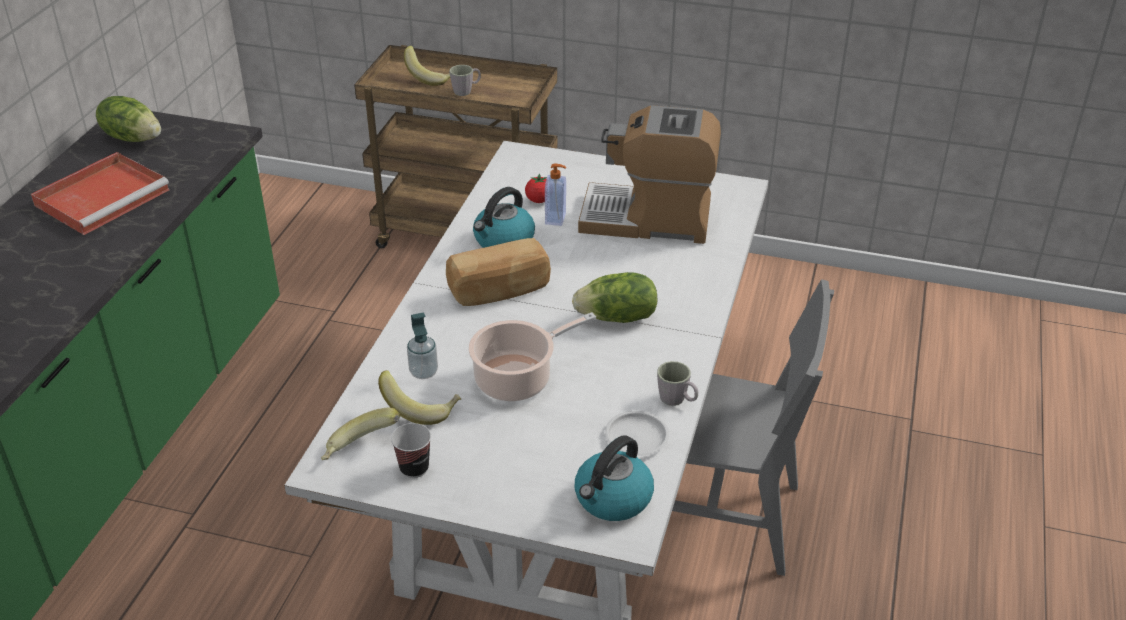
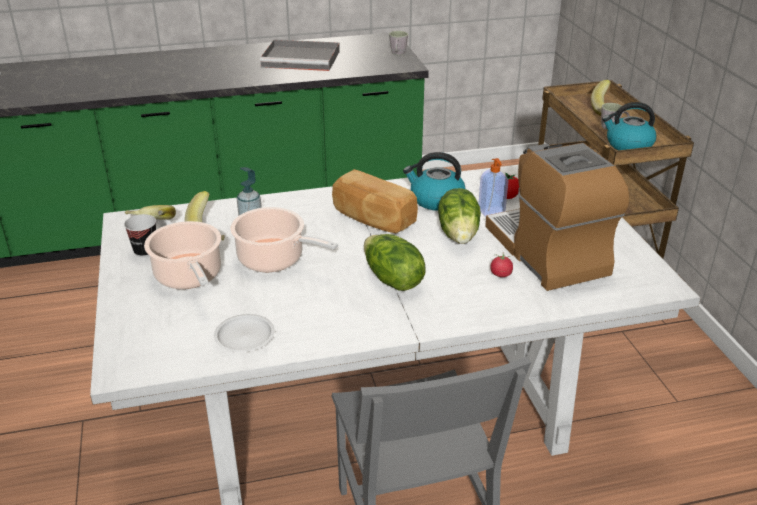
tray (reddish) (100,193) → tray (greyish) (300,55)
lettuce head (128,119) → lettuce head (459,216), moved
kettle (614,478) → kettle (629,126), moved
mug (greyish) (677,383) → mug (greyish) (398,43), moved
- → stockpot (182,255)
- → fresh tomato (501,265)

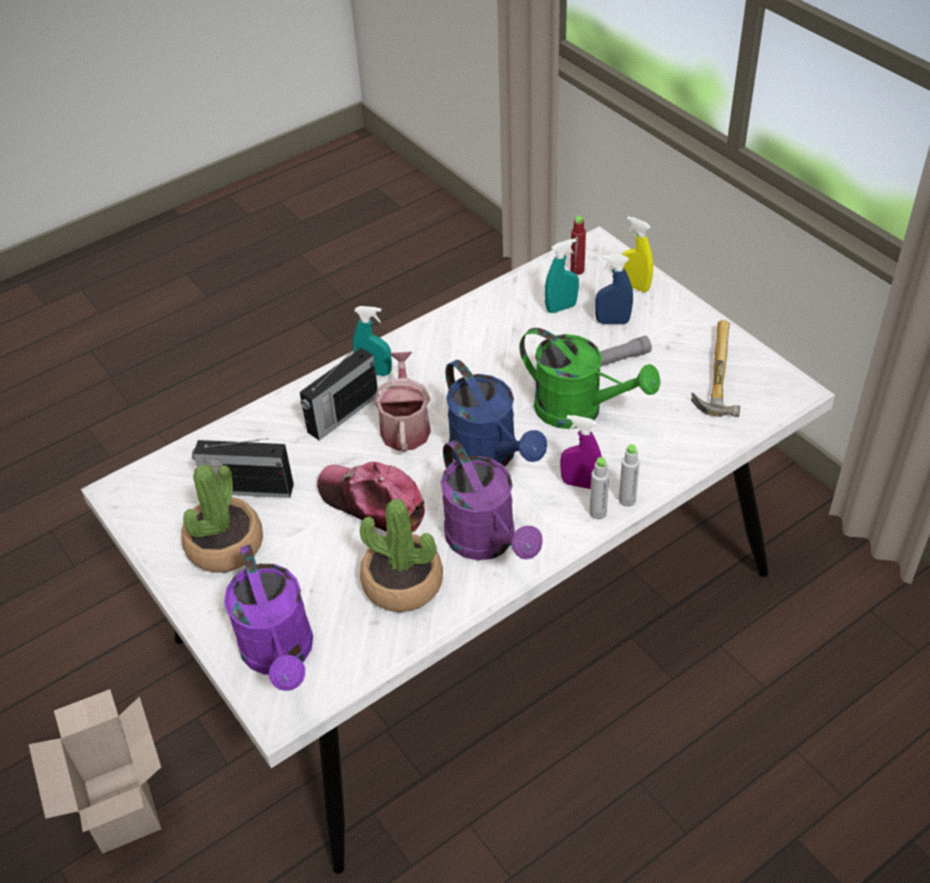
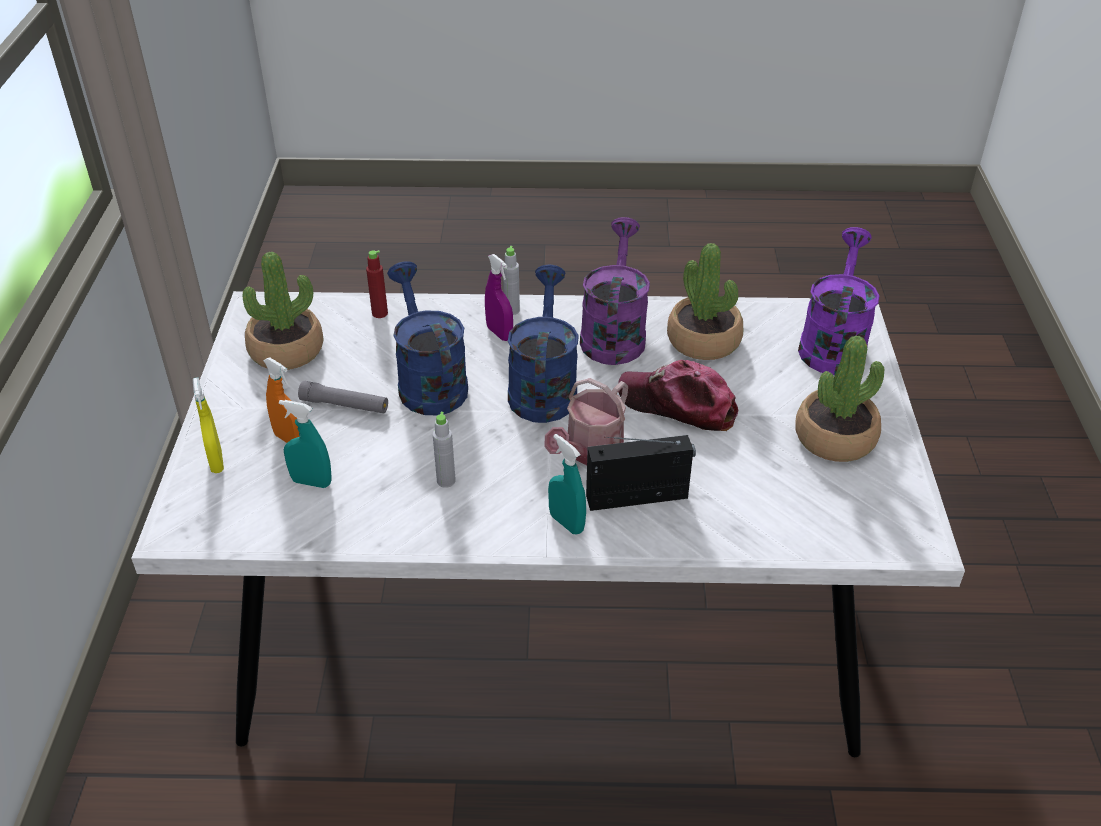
carton (95,771) → -
radio receiver (243,468) → -
cap (371,497) → cap (678,395), 135 degrees clockwise
watering pot (green) (590,378) → watering pot (blue) (427,338)
bottle (reddish) (578,245) → bottle (reddish) (377,284), moved
hand sprayer (blue) (614,289) → hand sprayer (orange-coloured) (281,400)
bottle (greyish) (629,475) → bottle (greyish) (444,450), moved
tool hammer (715,368) → potted plant (283,311)

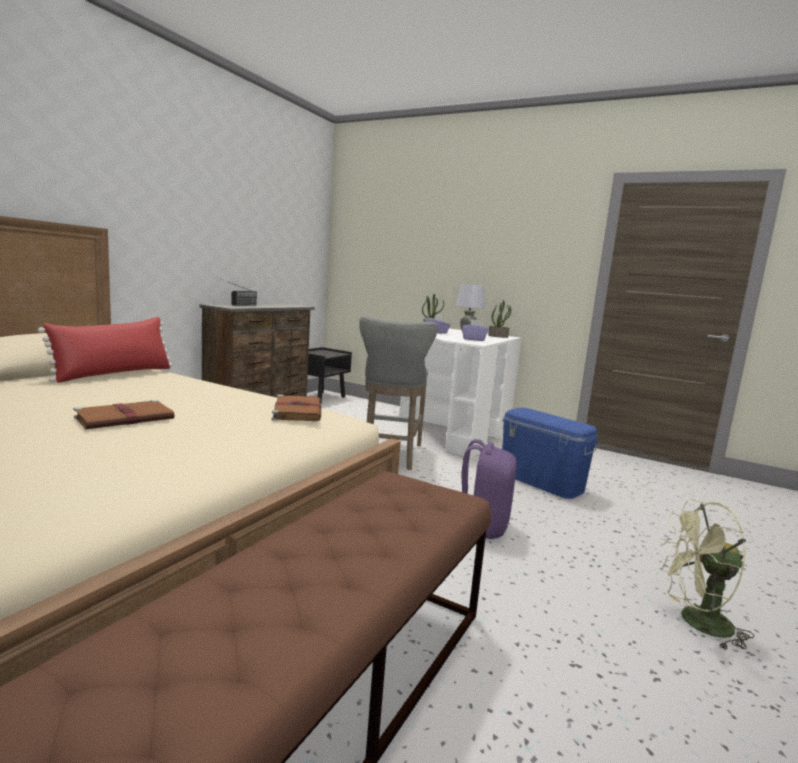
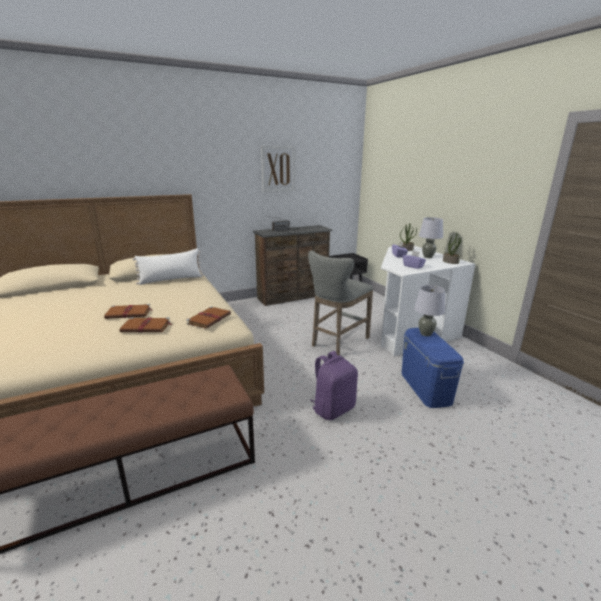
throw pillow (reddish) (105,350) → throw pillow (whitish) (168,266)
fan (green) (706,574) → -
- → volume (brownish) (145,325)
- → wall art (278,169)
- → table lamp (greyish) (429,310)

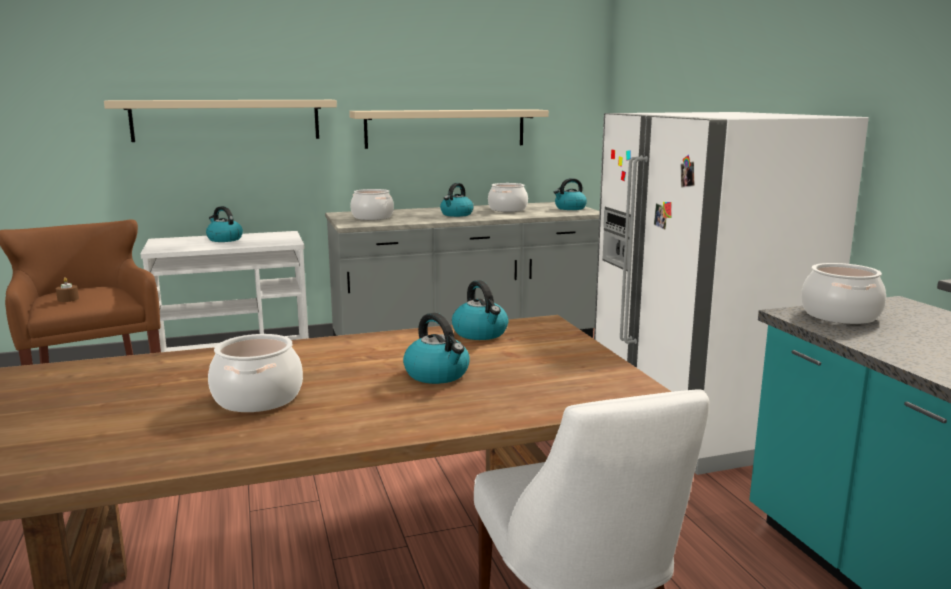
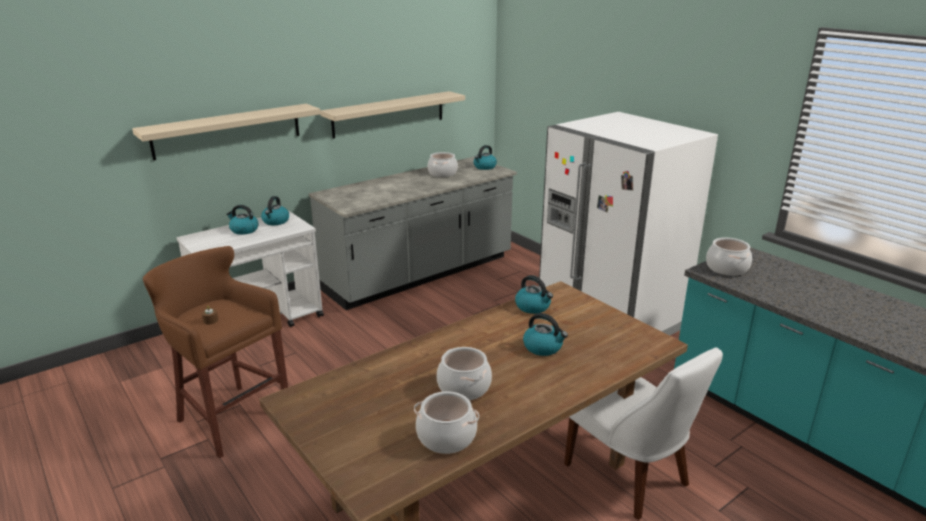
stockpot (372,204) → stockpot (446,422), moved
kettle (457,200) → kettle (275,210), moved

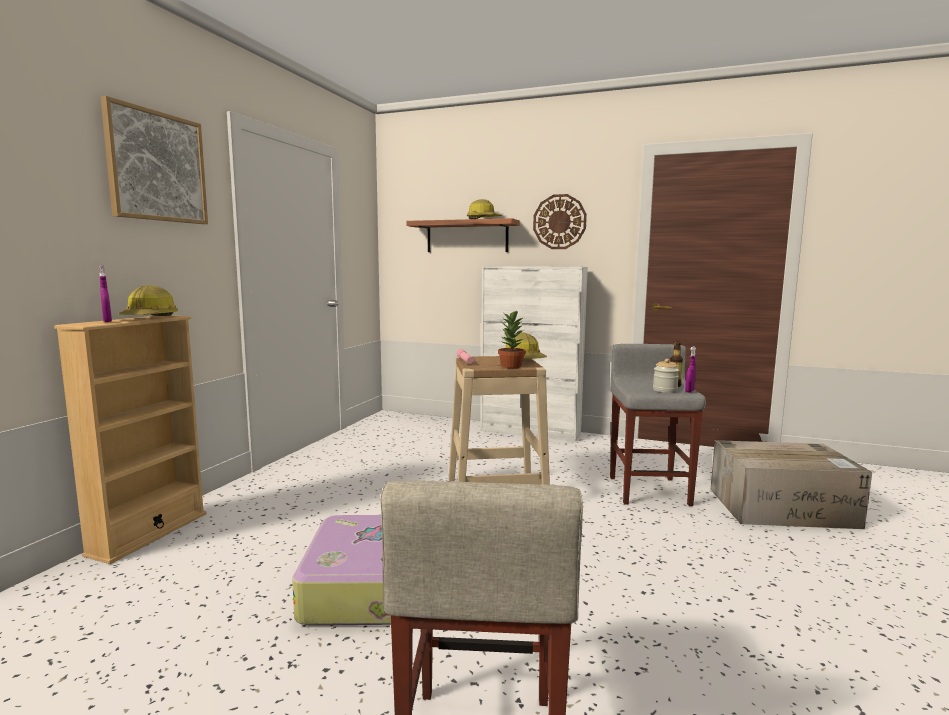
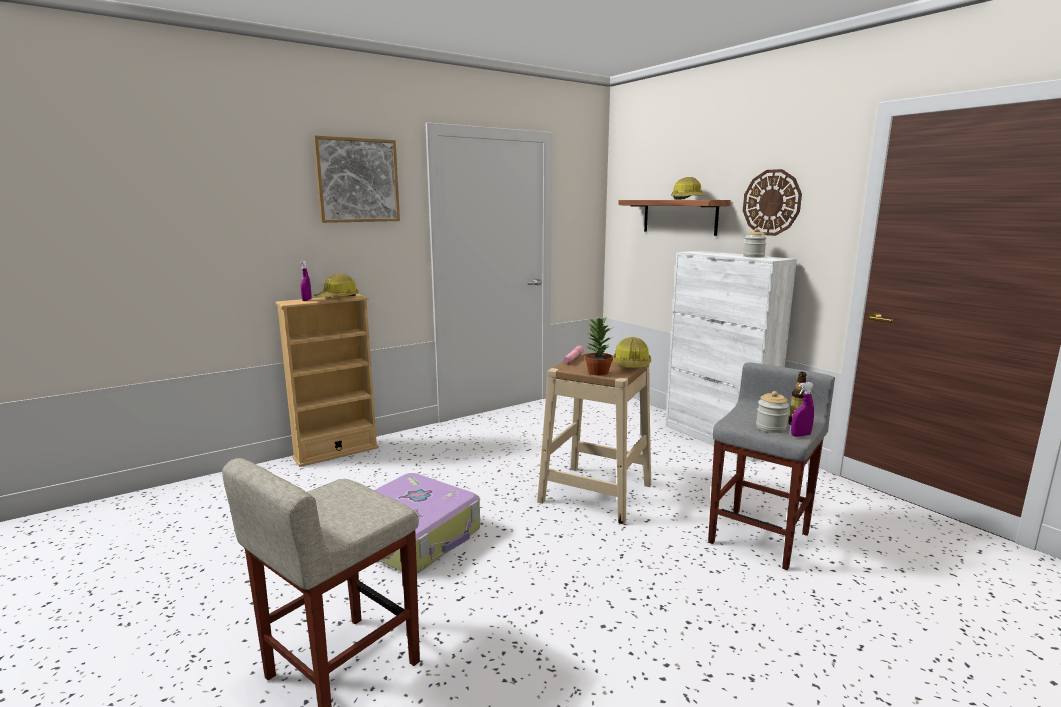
carton (791,484) → -
- → jar (755,243)

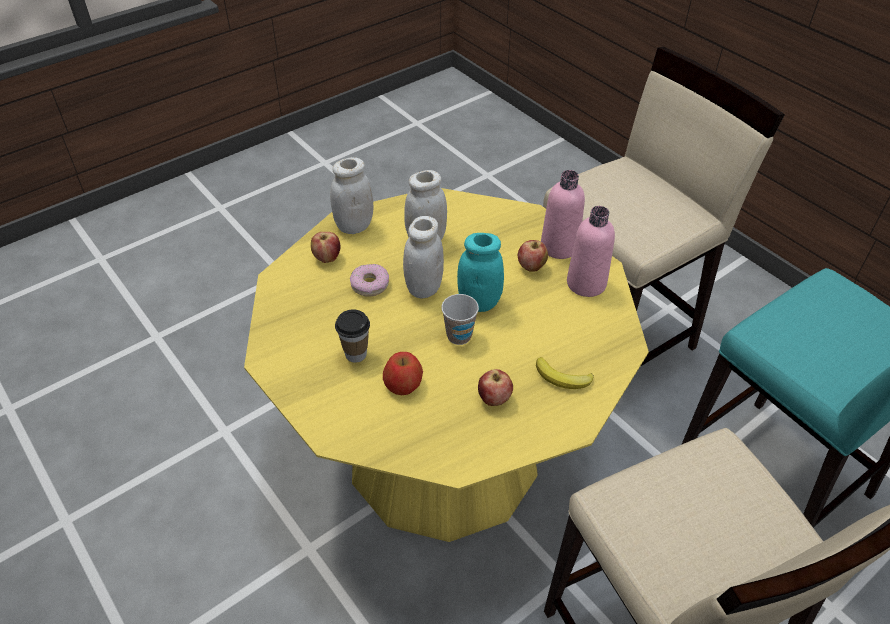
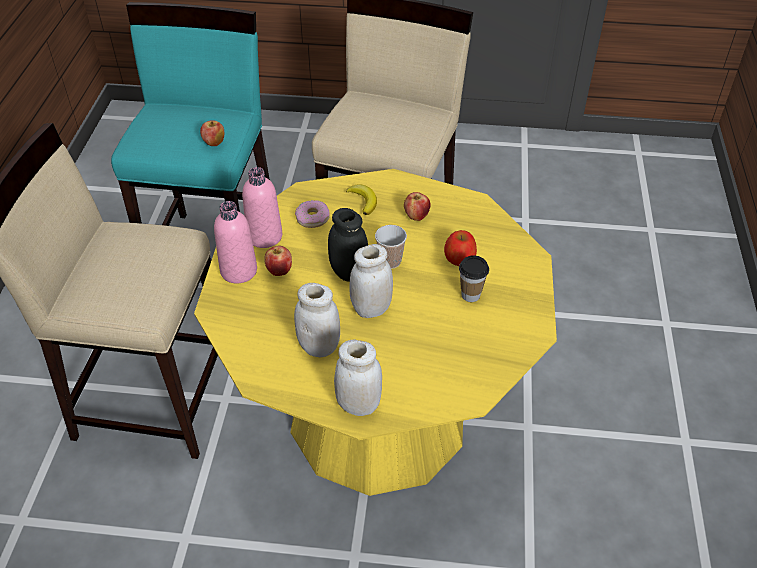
apple (326,247) → apple (212,133), moved
donut (369,280) → donut (312,214), moved
jar (turquoise-coloured) (480,272) → jar (black) (348,245)

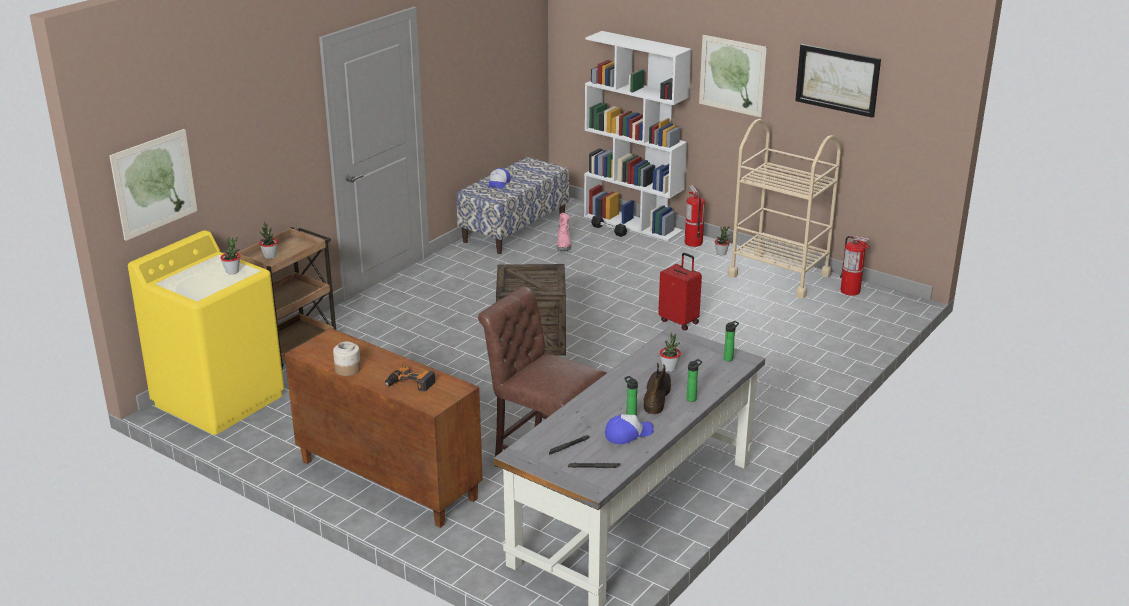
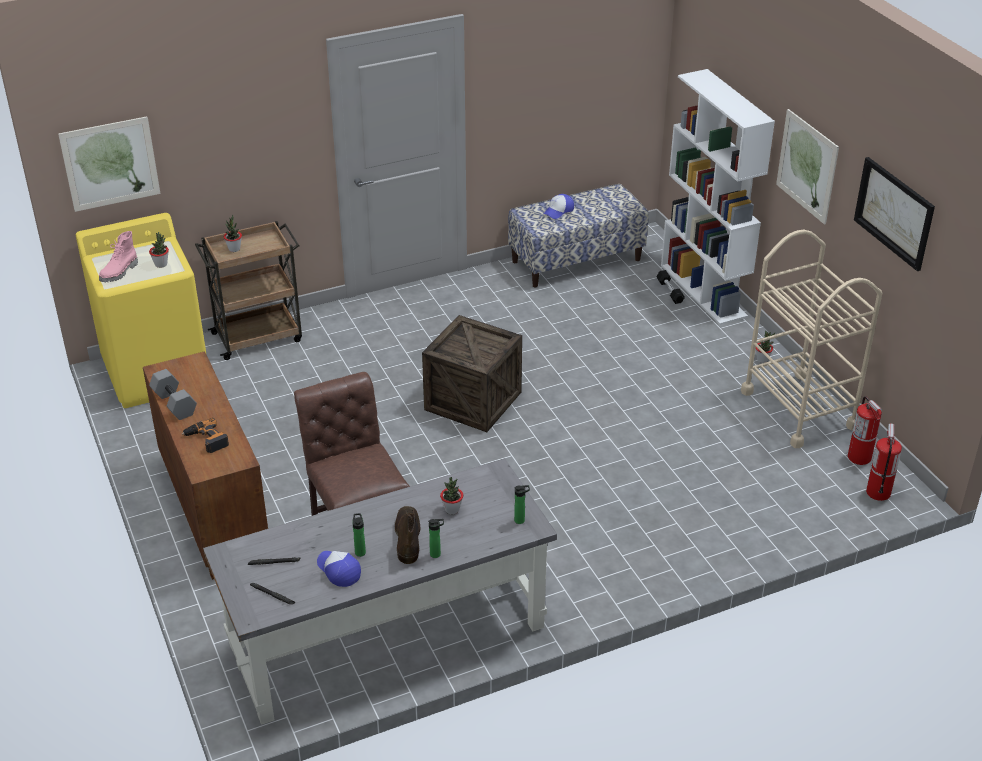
jar (347,359) → free weight (greyish) (173,394)
tall boot (pinkish) (564,232) → tall boot (pinkish) (118,256), moved
cap (629,429) → cap (339,569), 135 degrees counterclockwise
tall boot (brownish) (657,388) → tall boot (brownish) (407,535), 45 degrees counterclockwise
suitcase (reddish) (680,292) → -
extinguisher (695,216) → extinguisher (884,462), moved

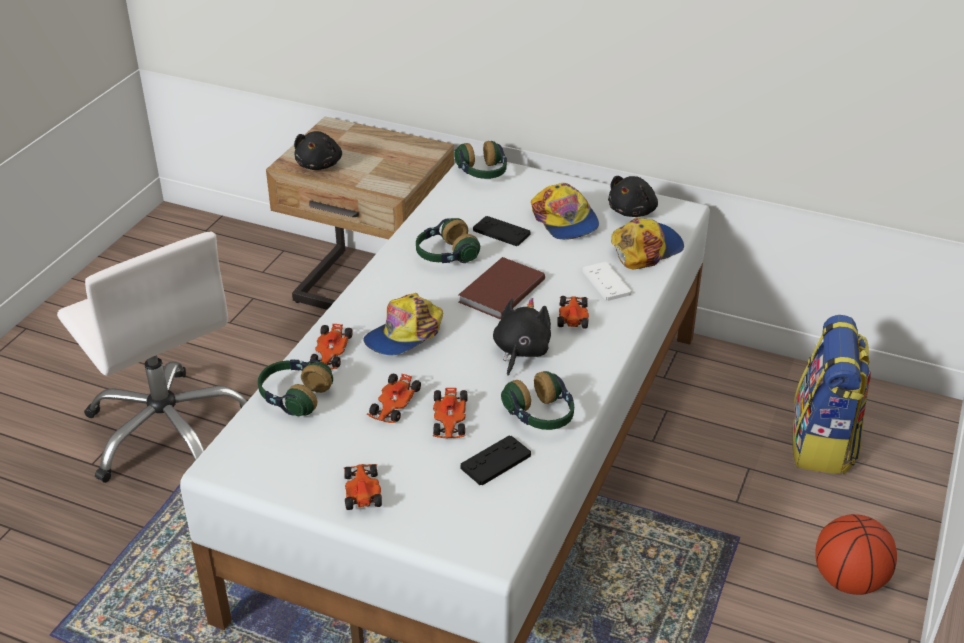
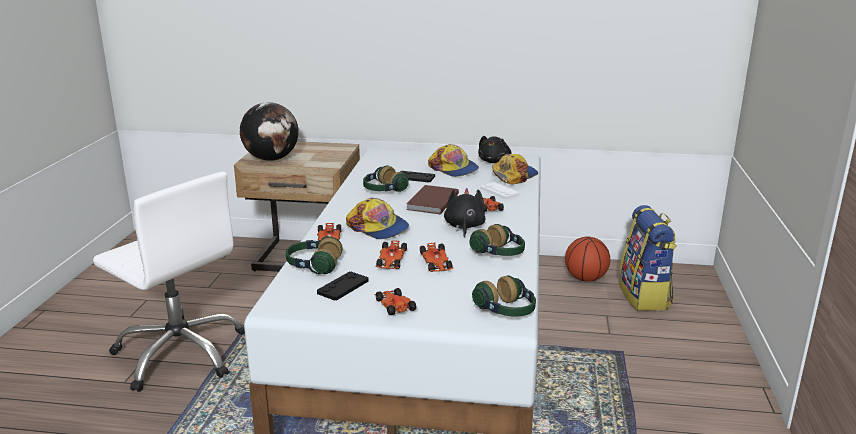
soft toy (black) (318,150) → desk globe (269,131)
cap (403,324) → cap (377,218), 75 degrees counterclockwise
pair of headphones (480,160) → pair of headphones (504,296), moved
gamepad (black) (495,460) → gamepad (black) (342,286), moved
ball for basketball (856,554) → ball for basketball (587,259), moved

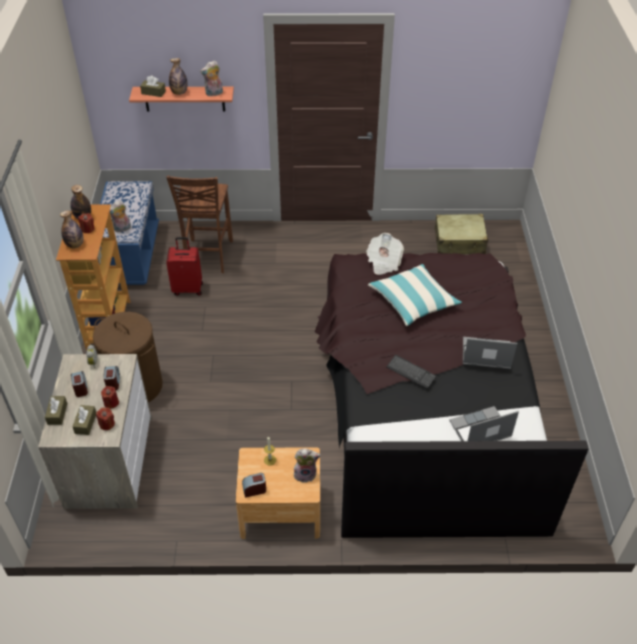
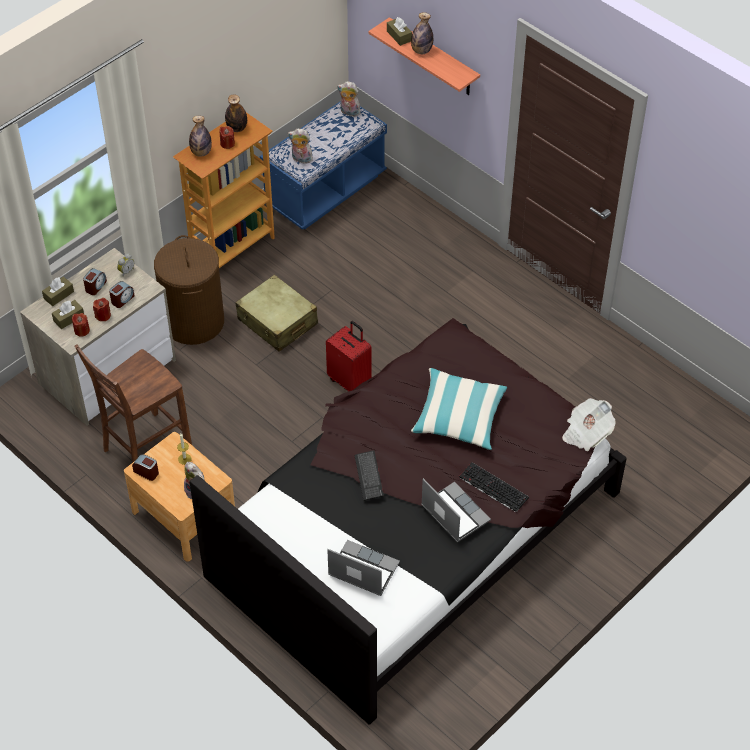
plain chair (brownish) (199,224) → plain chair (brownish) (133,403), moved
suitcase (reddish) (184,266) → suitcase (reddish) (349,356), moved
soft toy (211,78) → soft toy (349,99), moved
daily paper (385,254) → daily paper (589,424), moved
suitcase (beige) (462,234) → suitcase (beige) (276,313), moved
- → computer keyboard (494,487)

